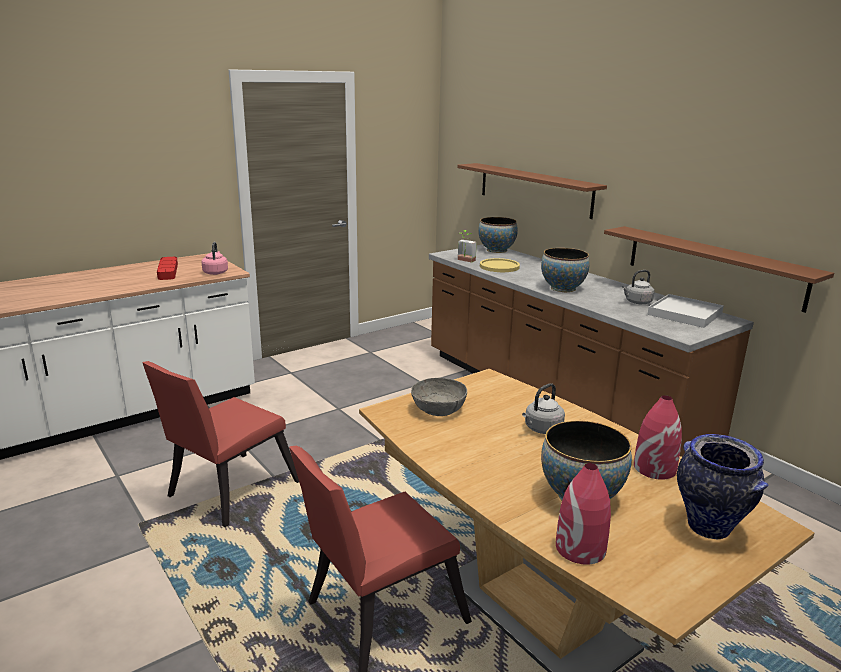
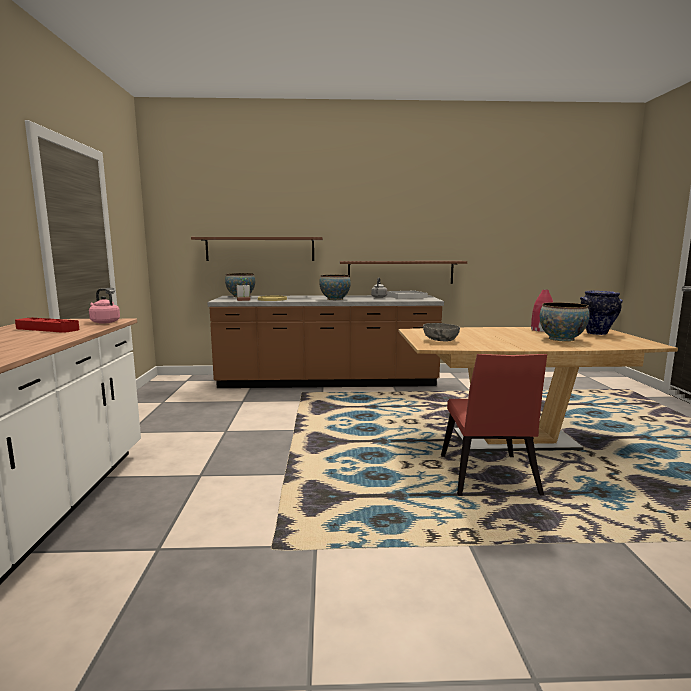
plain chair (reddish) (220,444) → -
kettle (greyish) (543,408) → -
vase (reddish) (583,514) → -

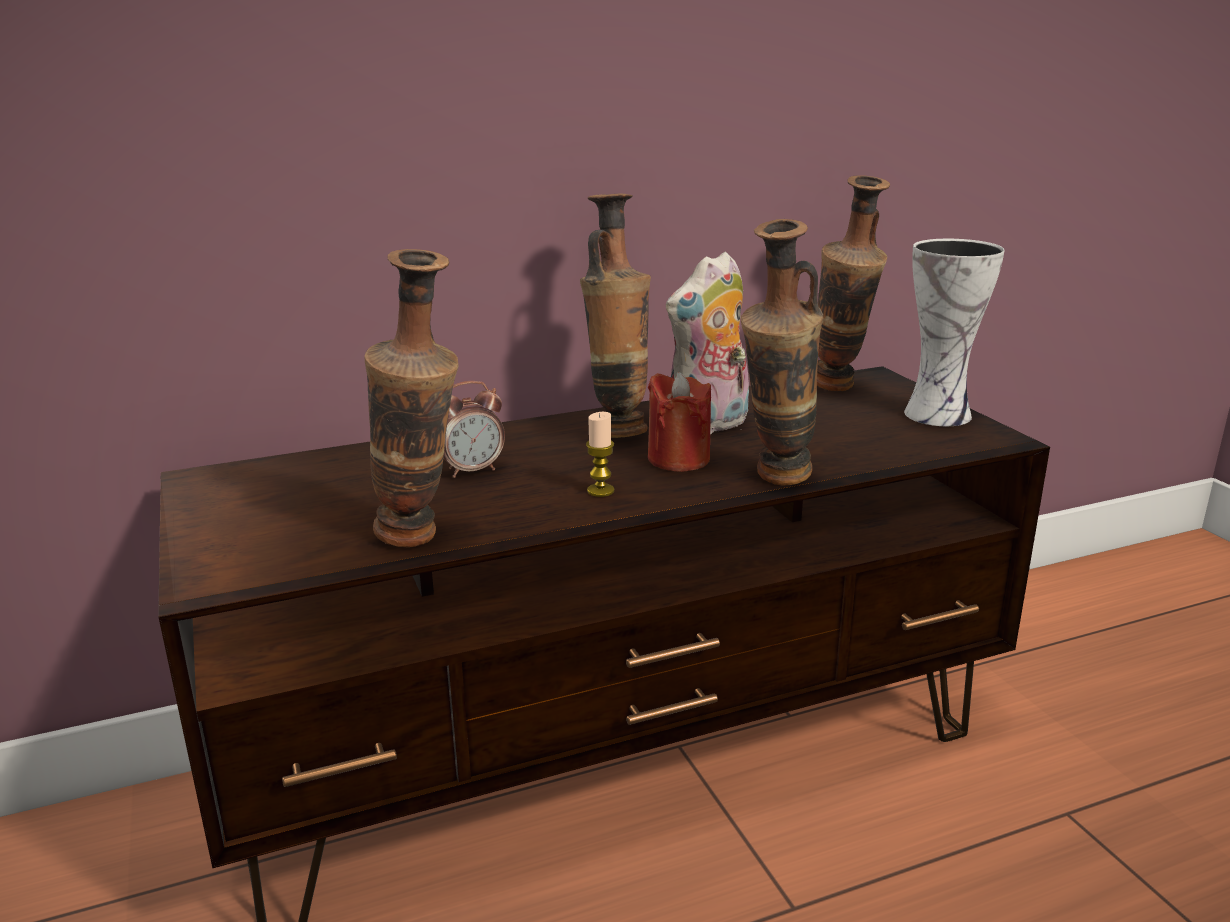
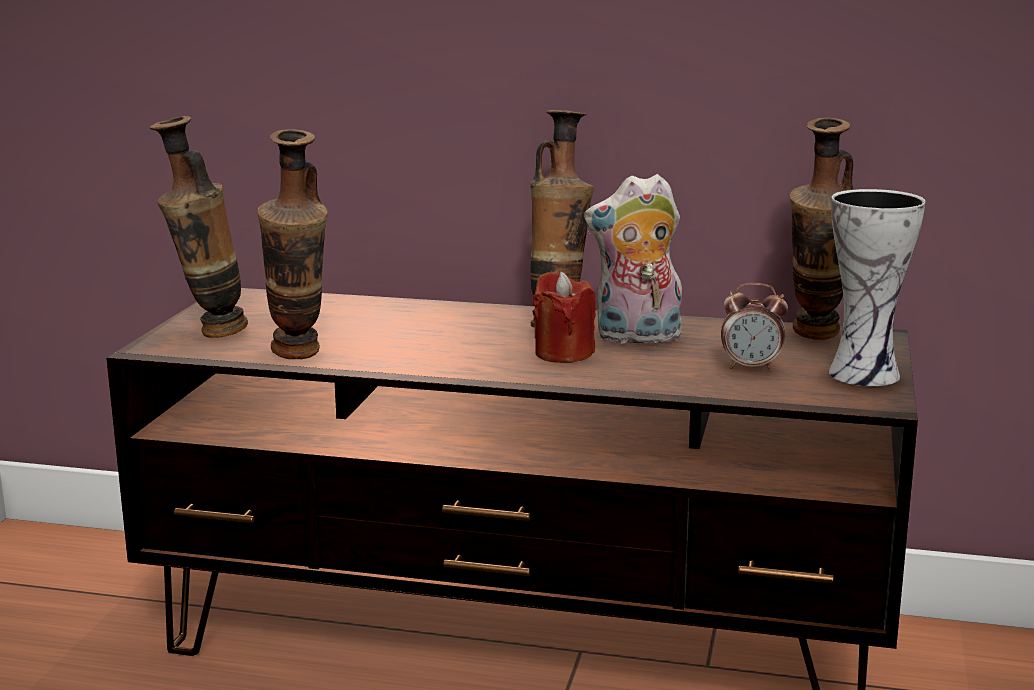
table clock (474,429) → table clock (754,327), moved
wax candle (600,454) → -
vase (782,352) → vase (199,227), moved

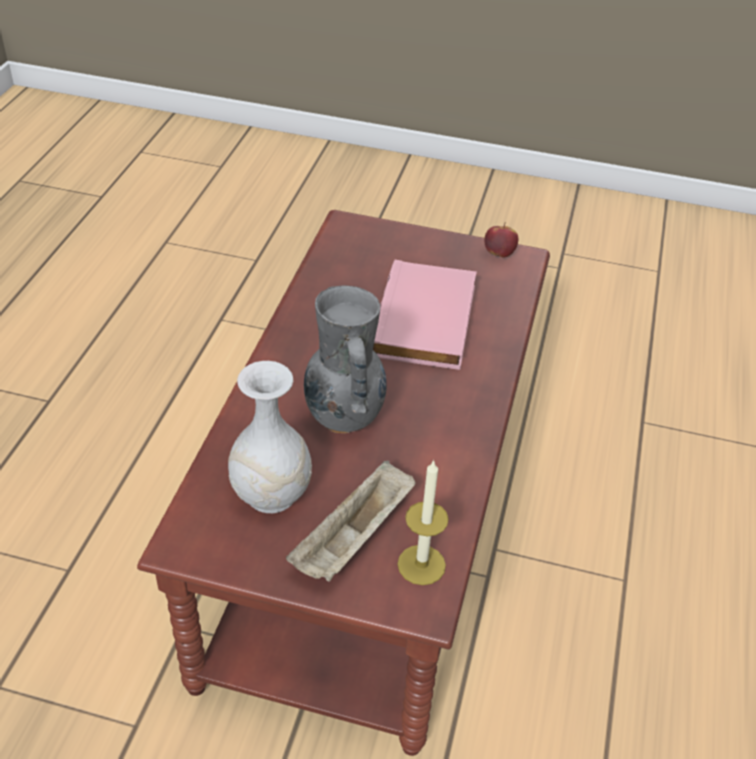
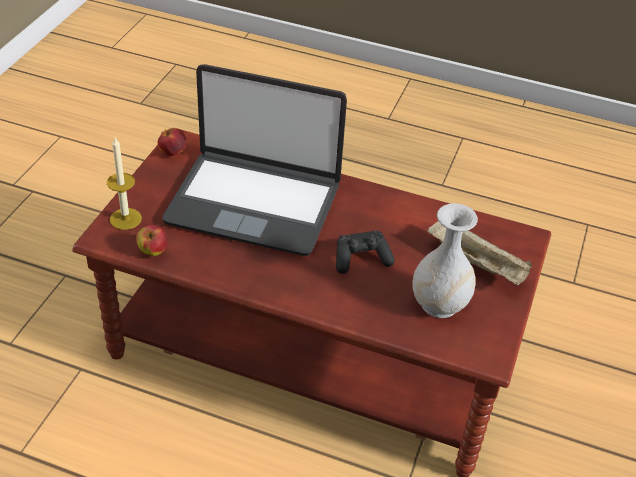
vase (greyish) (345,359) → gamepad (black) (365,252)
volume (pinkish) (425,315) → portable computer (255,160)
wax candle (423,522) → wax candle (124,184), moved
- → apple (152,240)

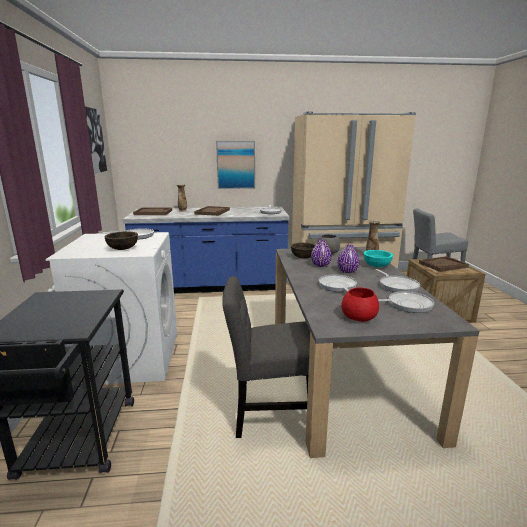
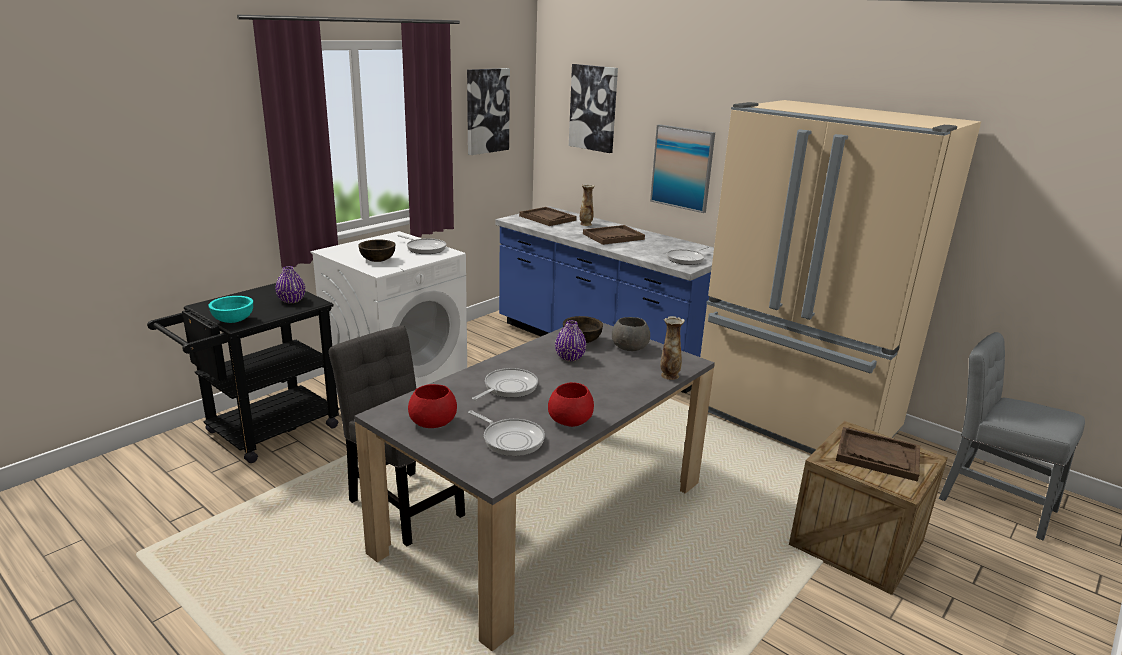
vase (purple) (348,259) → vase (purple) (290,284), moved
serving bowl (turquoise-coloured) (378,258) → serving bowl (turquoise-coloured) (230,309), moved
skillet (397,280) → serving bowl (reddish) (571,404)
- → wall art (593,108)

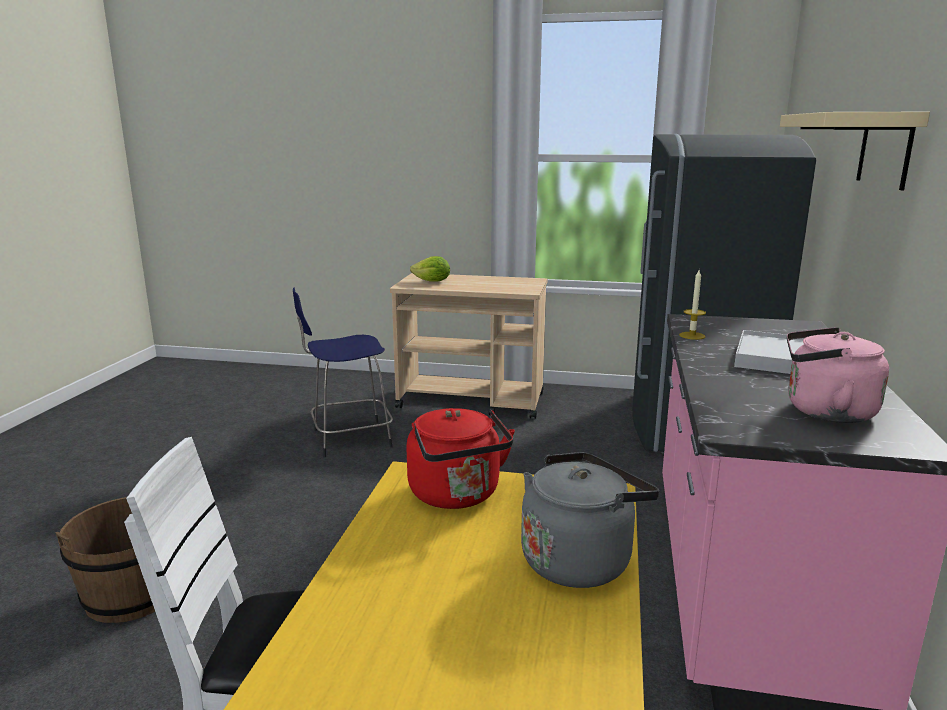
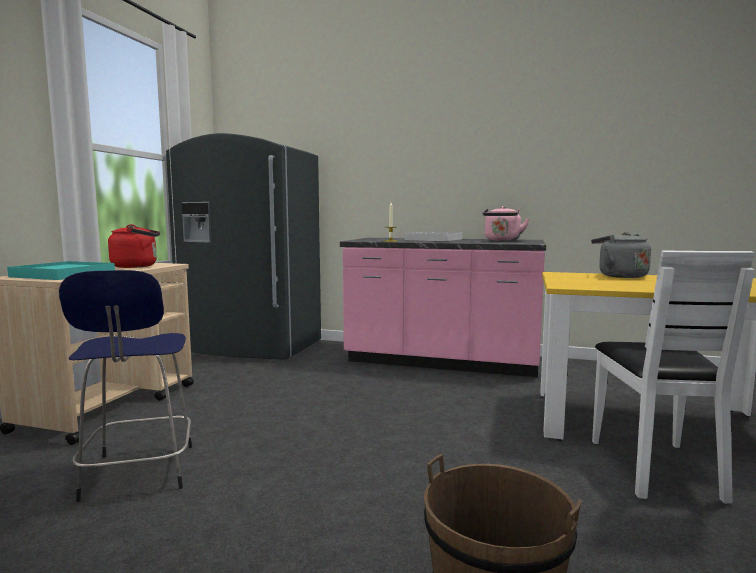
kettle (reddish) (460,458) → kettle (reddish) (134,246), moved
lettuce head (430,269) → tray (turquoise-coloured) (61,270)
bracket shelf (beige) (855,151) → -

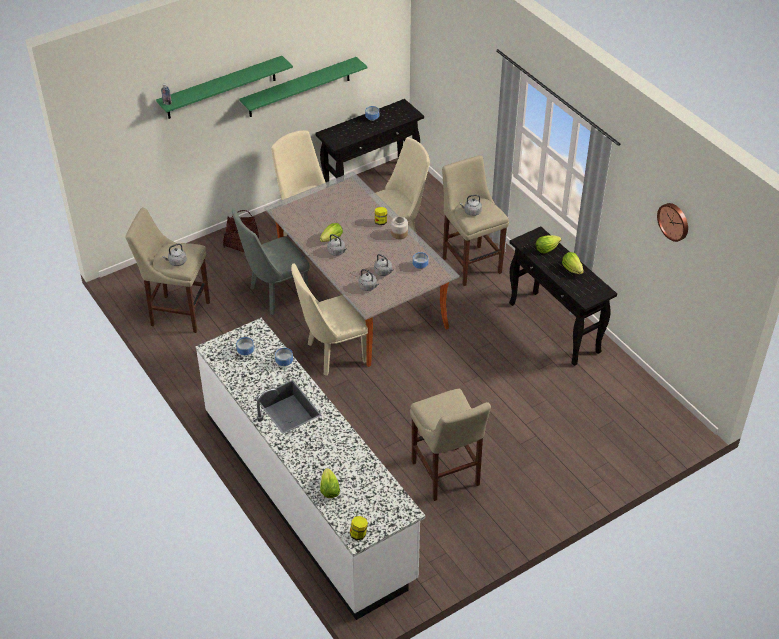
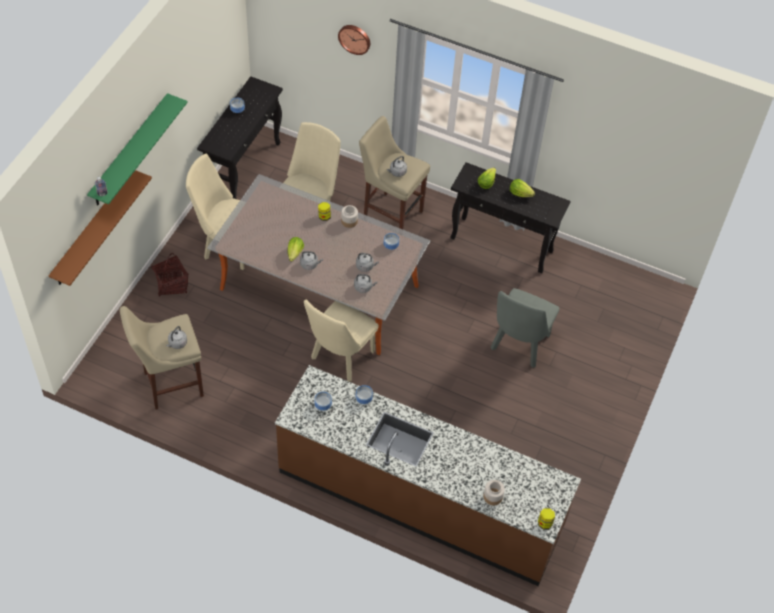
kitchen counter (whitish) (310,469) → kitchen counter (brownish) (428,475)
plain chair (greyish) (271,262) → plain chair (greyish) (525,328), moved
bracket shelf (green) (303,87) → -
lettuce head (330,483) → jar (494,493)
sitting stool (beige) (450,444) → -
clock on the wall (672,222) → clock on the wall (354,40), moved
- → bracket shelf (brownish) (100,228)

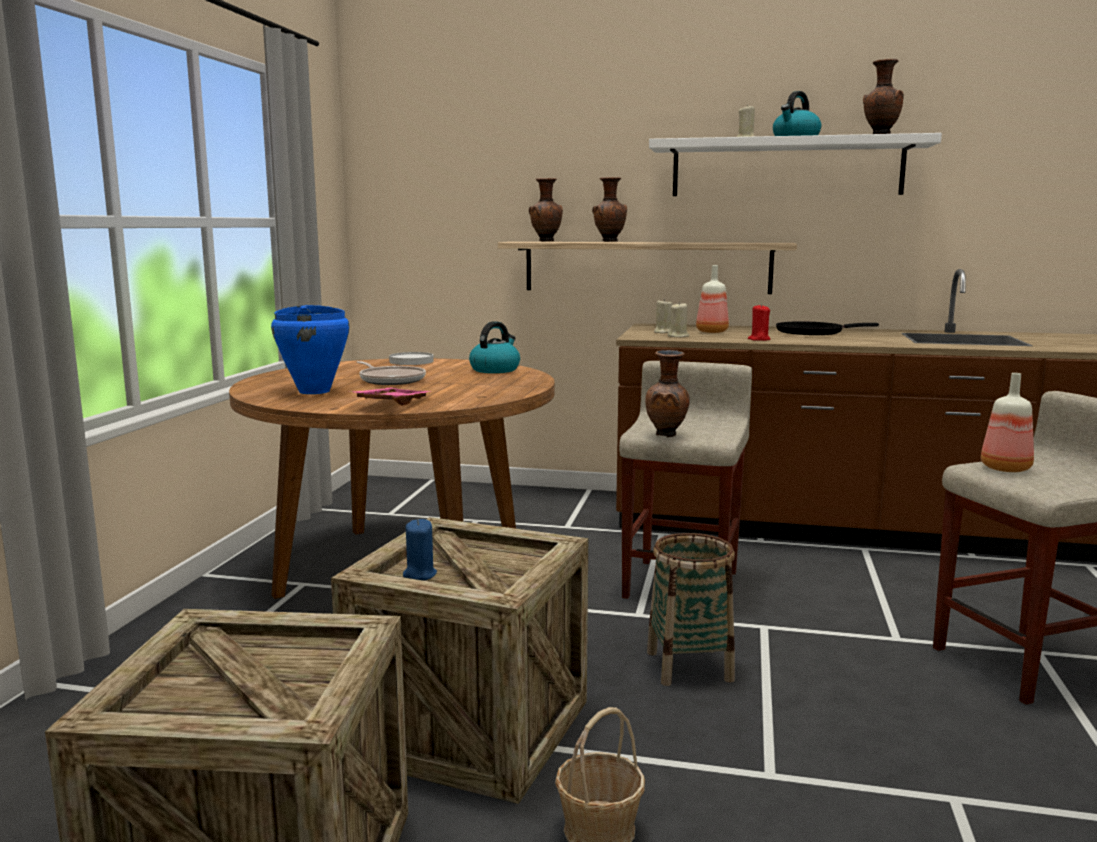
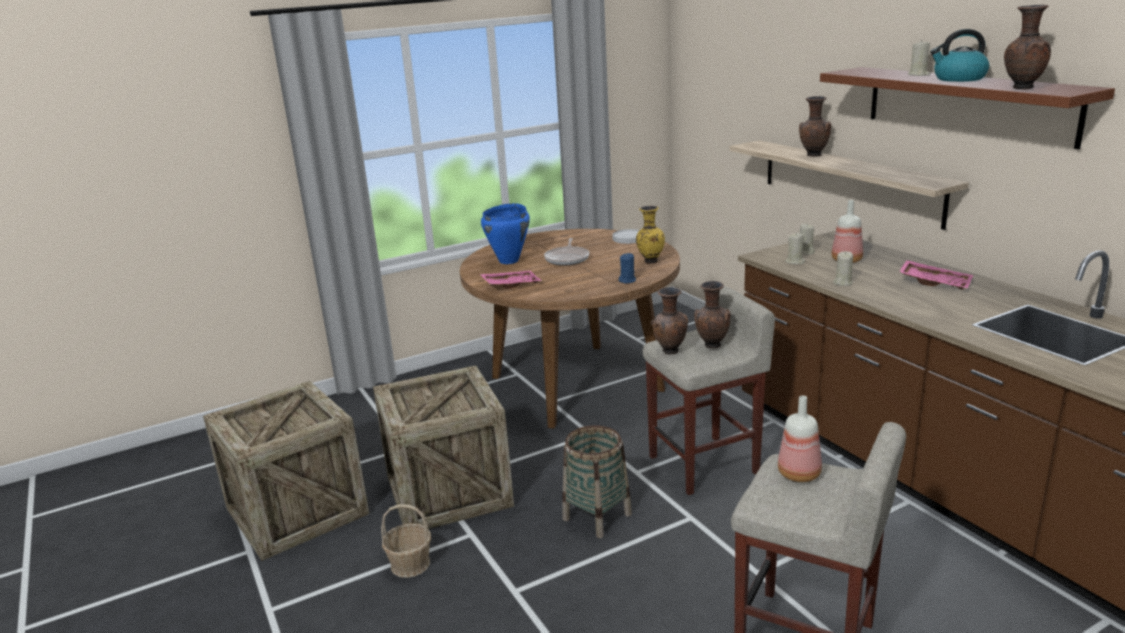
wax candle (blue) (420,549) → wax candle (blue) (627,268), moved
kettle (494,347) → vase (yellowish) (650,235)
vase (brownish) (546,210) → vase (brownish) (712,314), moved
bracket shelf (whitish) (795,164) → bracket shelf (brownish) (967,108)
wax candle (reddish) (759,322) → wax candle (beige) (843,268)
skillet (black) (827,328) → tray (pinkish) (936,275)

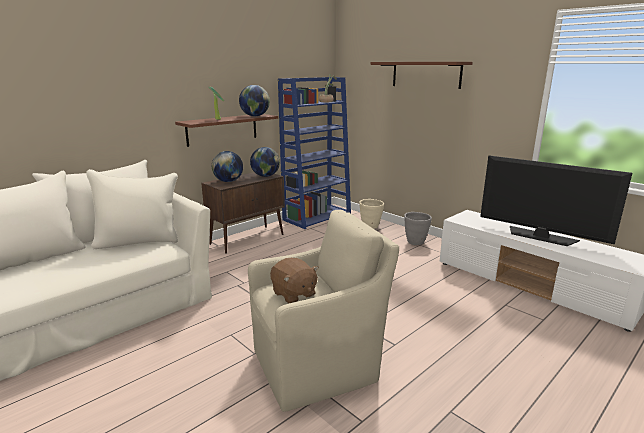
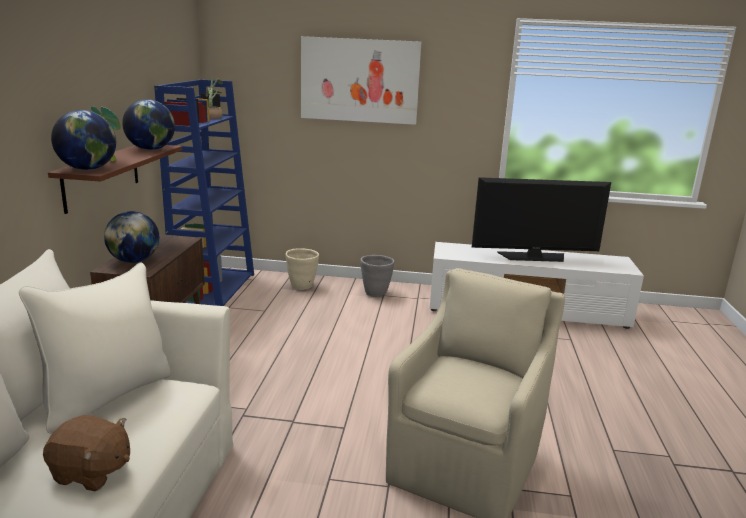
desk globe (265,162) → desk globe (83,140), moved
soft toy (brownish) (294,280) → soft toy (brownish) (86,453), moved
bracket shelf (brownish) (422,75) → wall art (361,80)

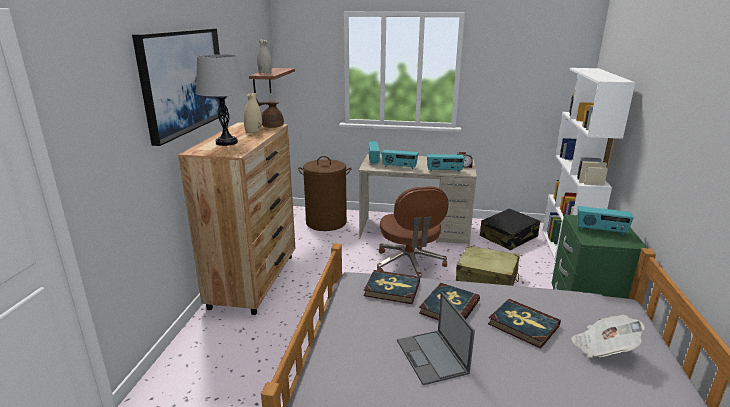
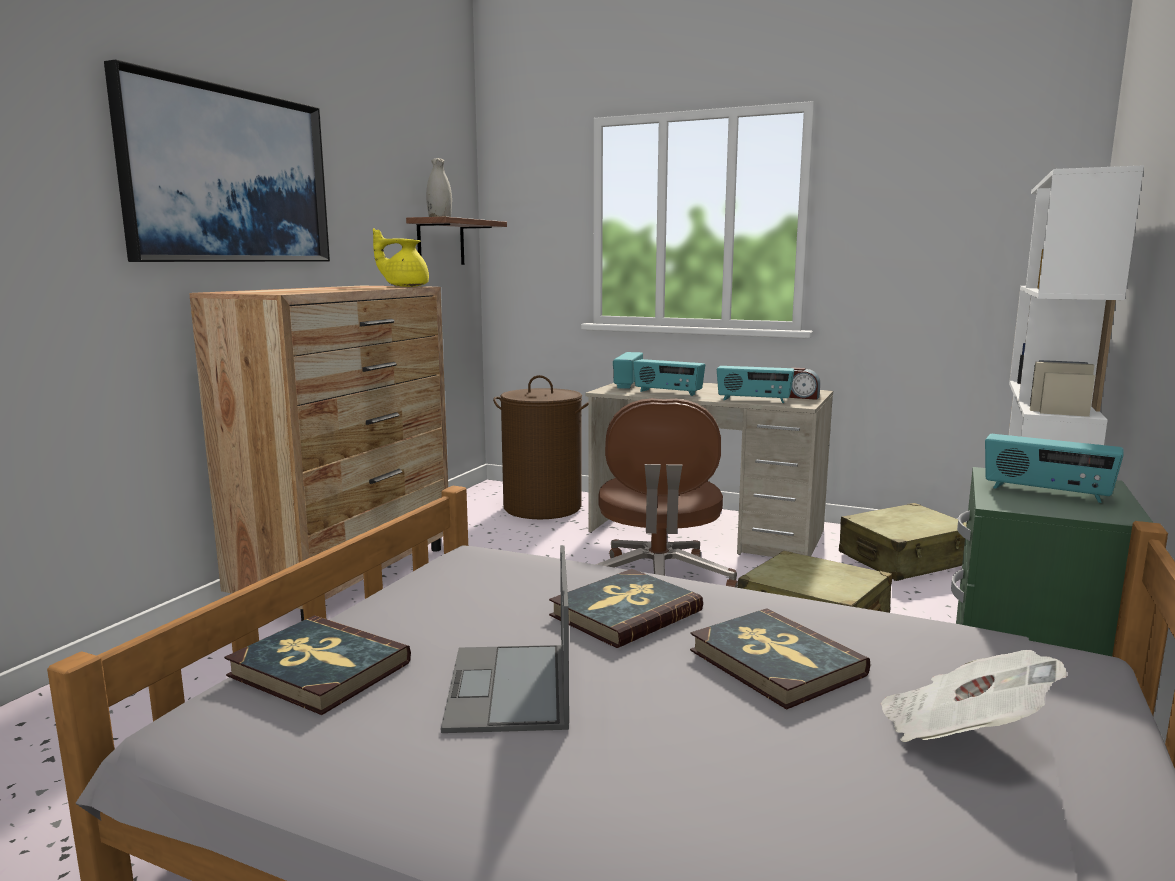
table lamp (greyish) (221,100) → -
vase (beige) (253,113) → -
pot for tea (brownish) (270,113) → pot for tea (yellowish) (401,257)
volume (392,287) → volume (317,665), moved
suitcase (black) (510,229) → suitcase (beige) (903,542)

